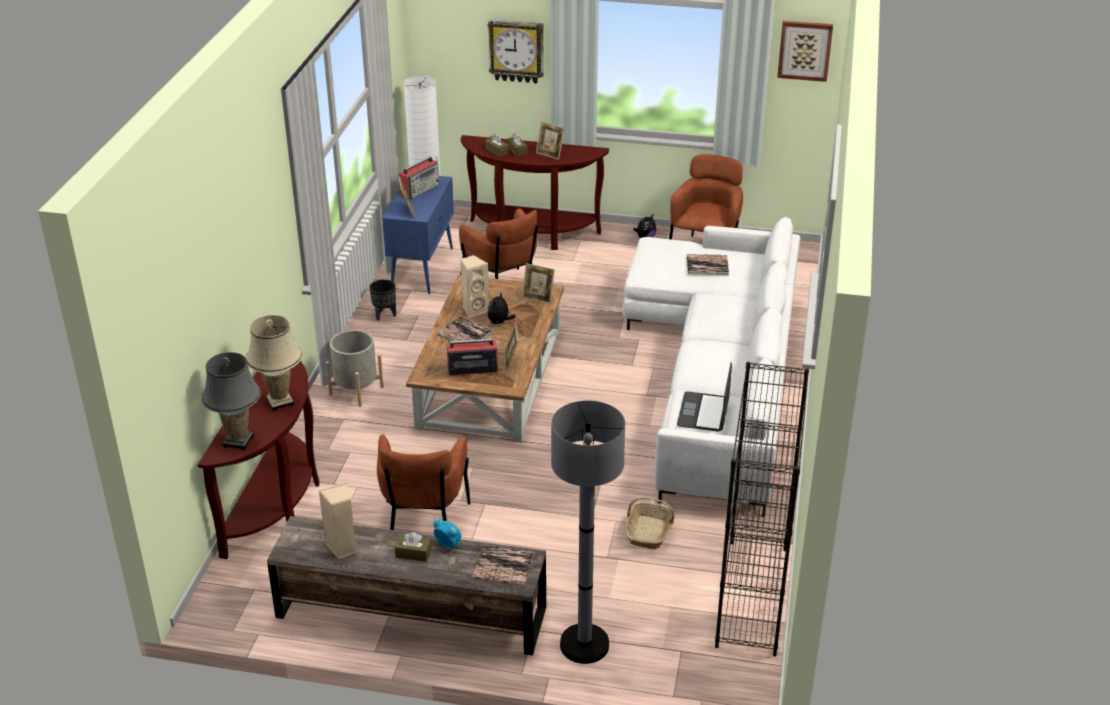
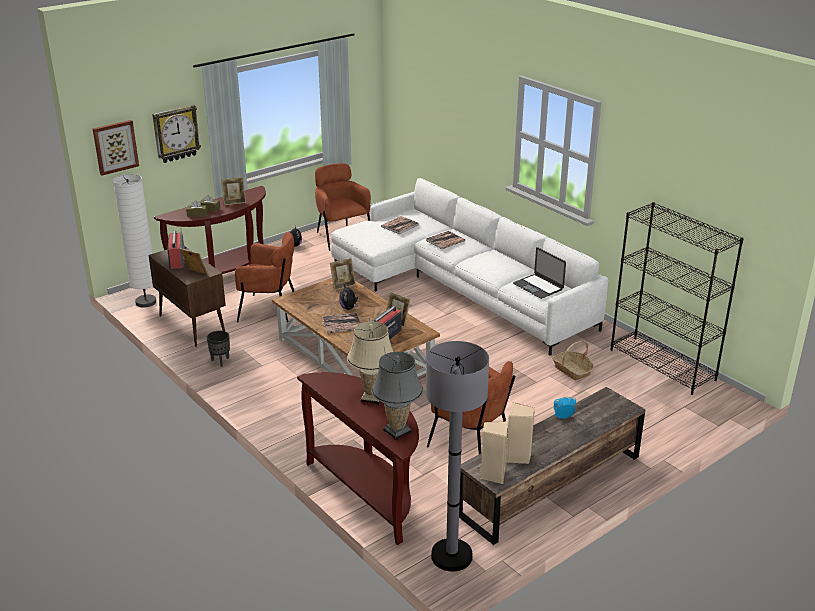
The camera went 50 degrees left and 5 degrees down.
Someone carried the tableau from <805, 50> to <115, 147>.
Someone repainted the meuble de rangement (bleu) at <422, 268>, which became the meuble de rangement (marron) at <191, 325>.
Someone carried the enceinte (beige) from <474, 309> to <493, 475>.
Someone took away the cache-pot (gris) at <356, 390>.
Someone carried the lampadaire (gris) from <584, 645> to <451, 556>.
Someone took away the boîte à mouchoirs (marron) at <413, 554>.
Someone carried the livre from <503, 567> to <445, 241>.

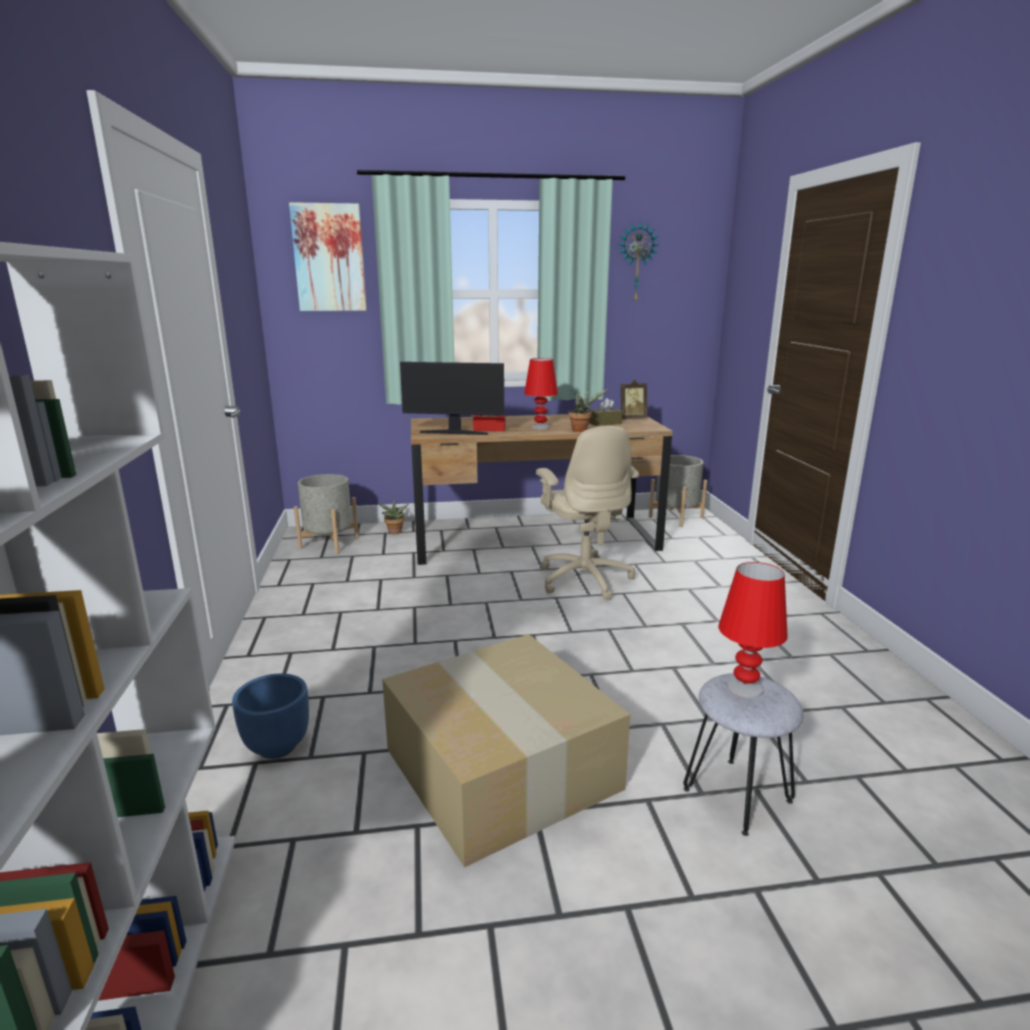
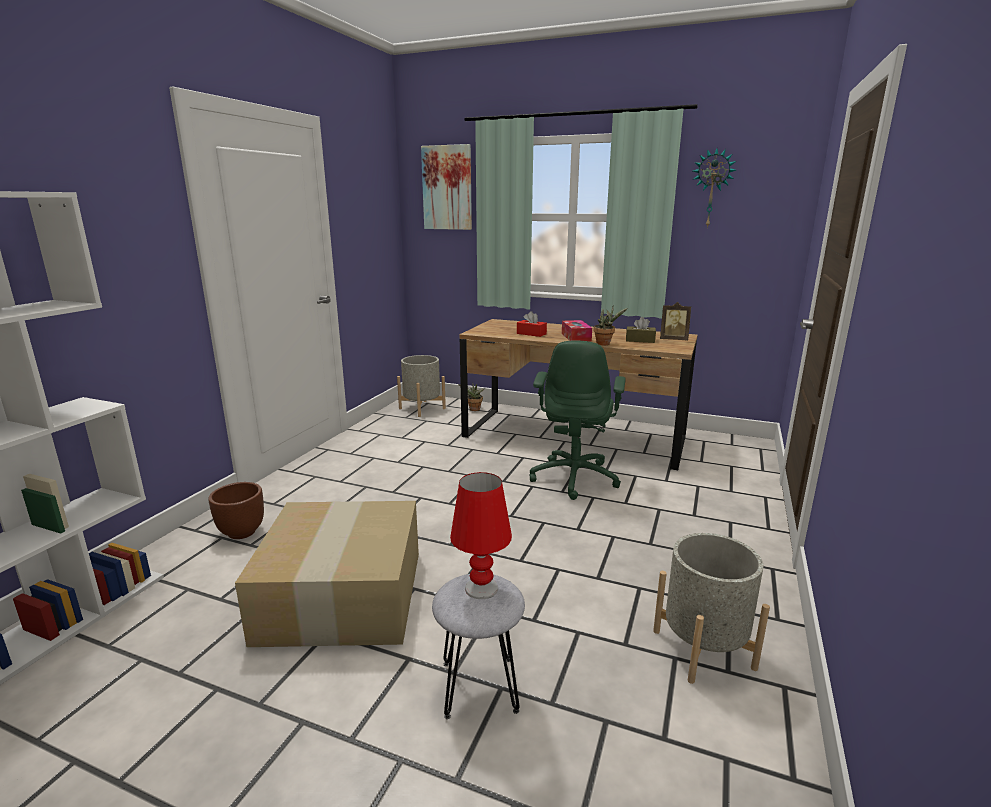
The camera went 30 degrees right and 0 degrees up.
Someone swapped the lampe de table (rouge) at <540, 427> for the boîte à mouchoirs at <576, 337>.
Someone took away the écran d'ordinateur at <454, 432>.
Someone repainted the chaise de bureau (beige) at <584, 579>, which became the chaise de bureau (vert) at <575, 477>.
Someone carried the cache-pot (gris) from <676, 517> to <703, 649>.
Someone repainted the cache-pot (bleu) at <277, 746>, which became the cache-pot (marron) at <242, 532>.

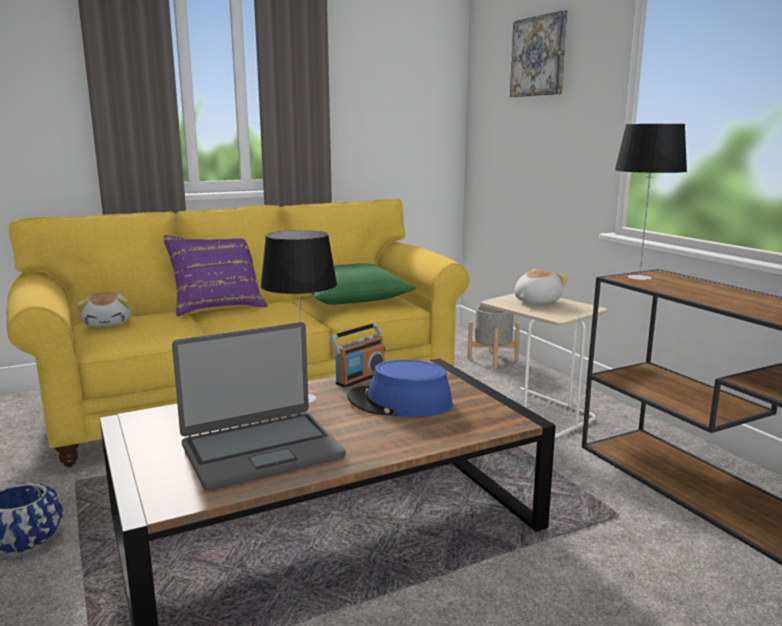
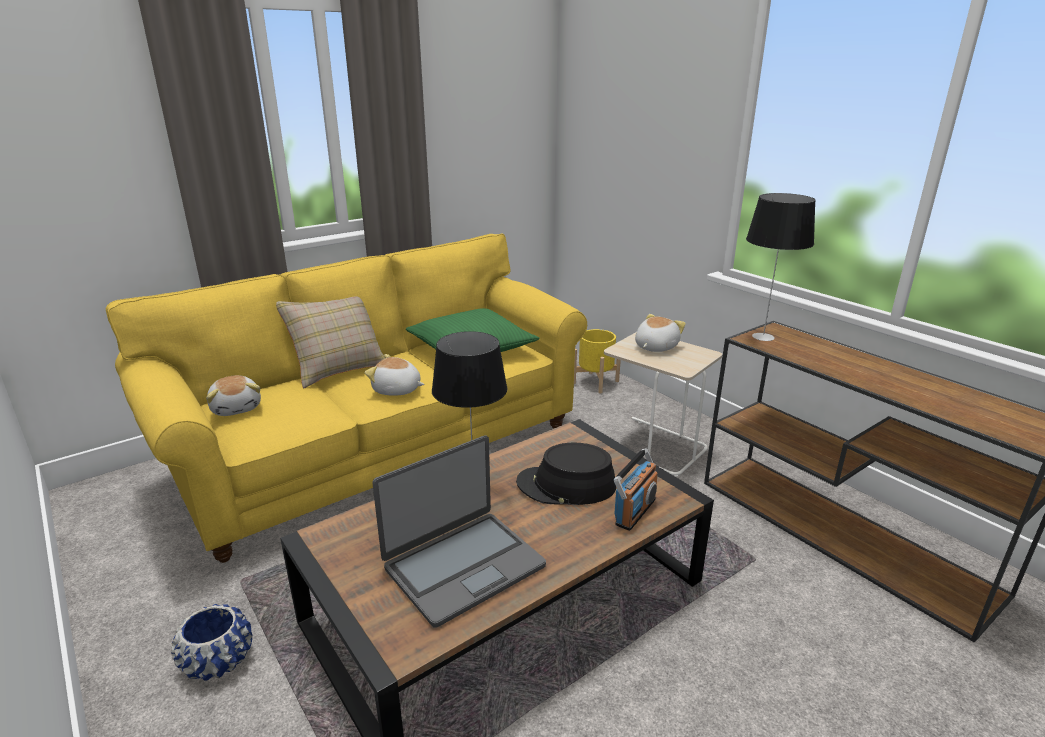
The camera went 10 degrees left and 10 degrees up.
Someone took away the tableau at <539, 56>.
Someone repainted the coussin (violet) at <218, 307>, which became the coussin (beige) at <339, 369>.
Someone repainted the cache-pot (gris) at <492, 359>, which became the cache-pot (jaune) at <595, 382>.
Someone carried the radio from <360, 378> to <634, 511>.
Someone repainted the chapeau (bleu) at <399, 402>, which became the chapeau (noir) at <566, 485>.
Someone put down the peluche at <397, 390>.

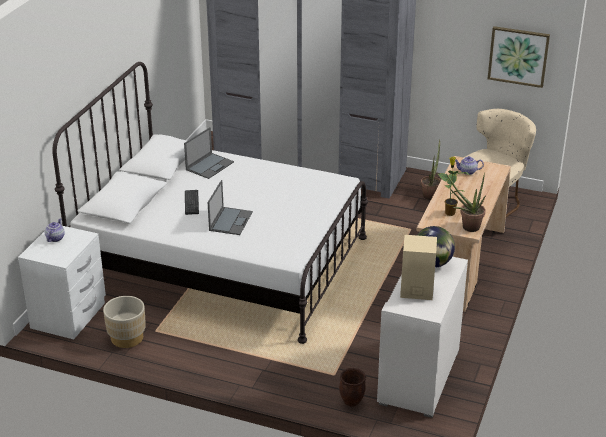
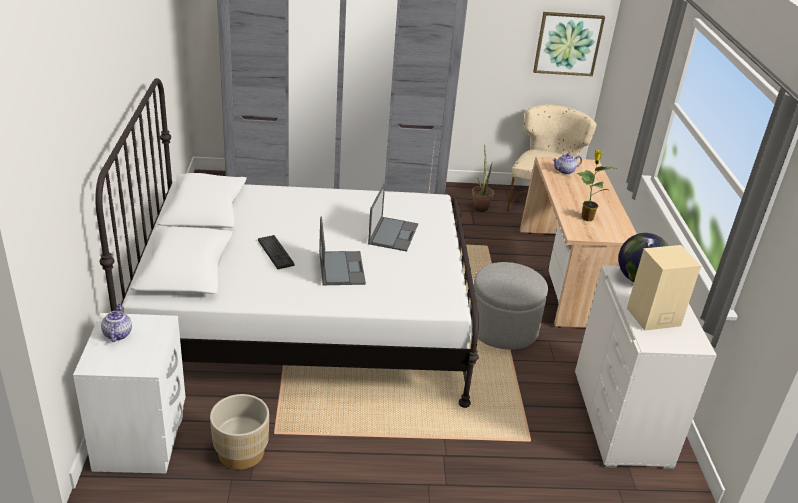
The camera went 25 degrees left and 0 degrees up.
Someone carried the ordinateur portable from <210, 165> to <393, 233>.
Someone took away the plante en pot at <467, 227>.
Someone took away the cache-pot (marron) at <352, 401>.
Someone put down the pouf (gris) at <502, 328>.

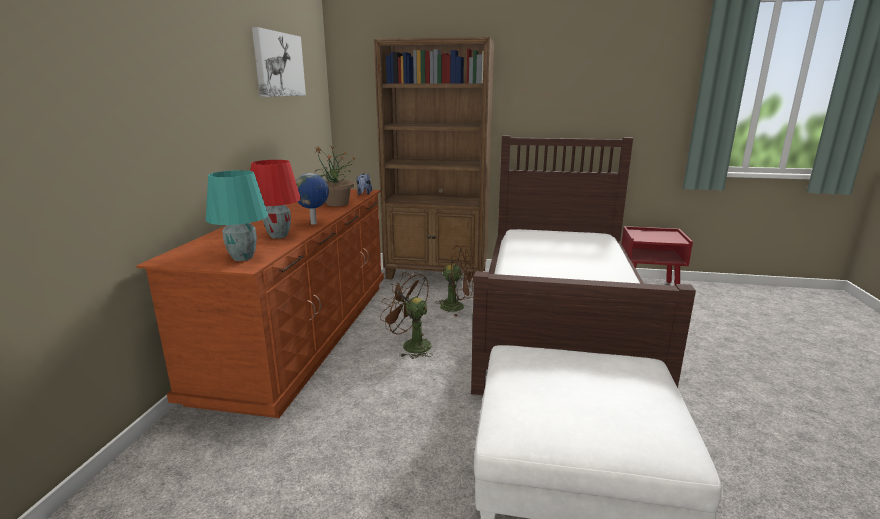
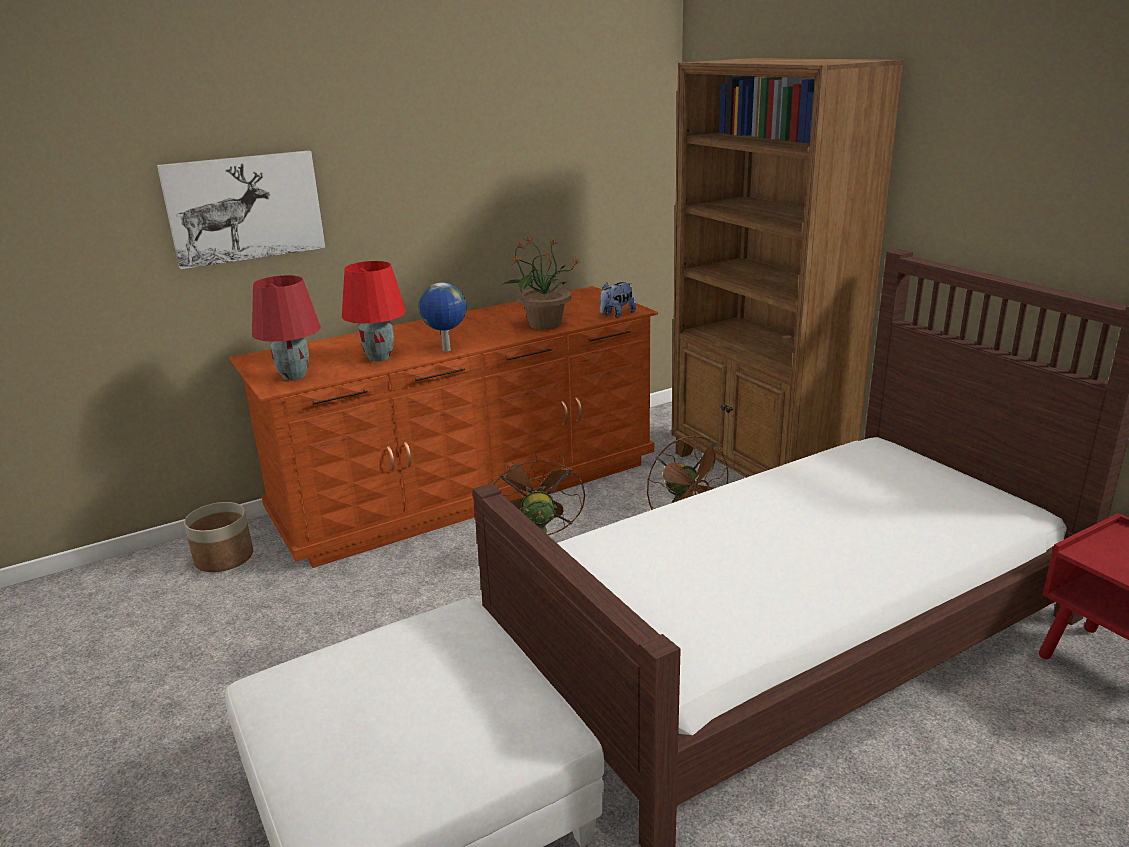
The camera went 50 degrees right and 5 degrees up.
Someone carried the tableau from <278, 64> to <244, 208>.
Someone repainted the lampe de table (turquoise) at <243, 258>, which became the lampe de table (rouge) at <294, 377>.
Someone put down the cache-pot at <224, 558>.

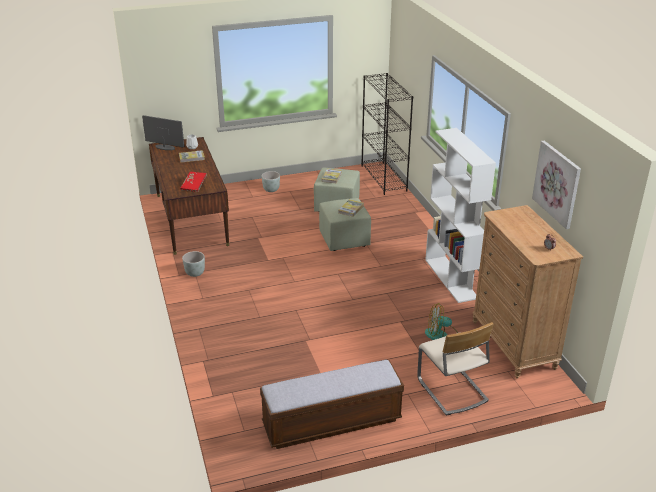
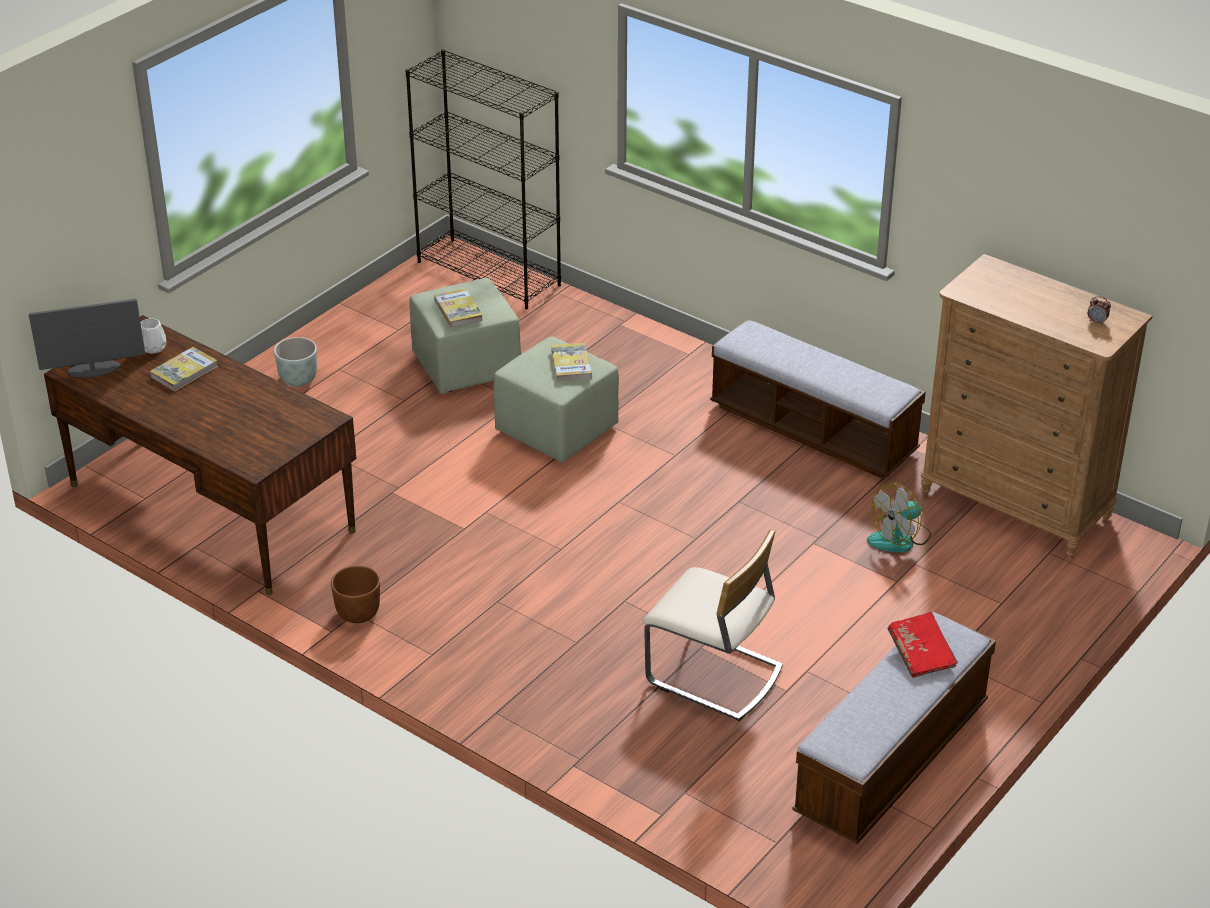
The camera went 35 degrees left and 5 degrees up.
Someone swapped the bibliothèque (blanc) at <451, 279> for the banc at <812, 430>.
Someone took away the tableau at <557, 184>.
Someone carried the livre (rouge) from <194, 186> to <921, 654>.
Someone repainted the cache-pot (gris) at <195, 273>, which became the cache-pot (marron) at <358, 613>.
Someone carried the chaise (beige) from <451, 390> to <713, 676>.

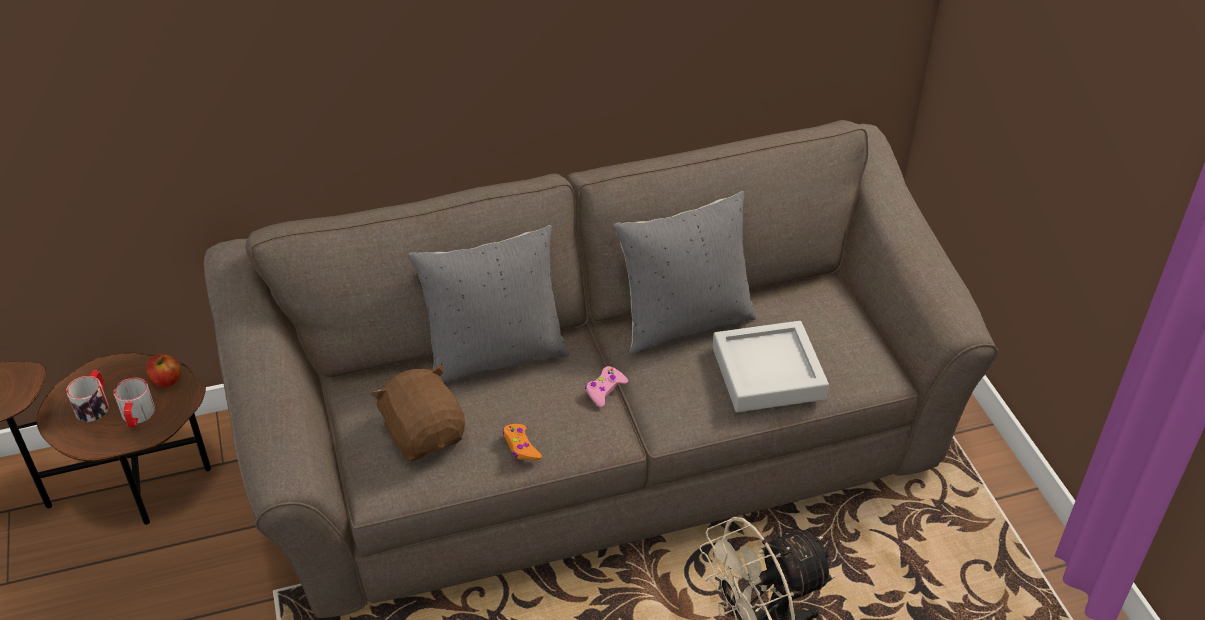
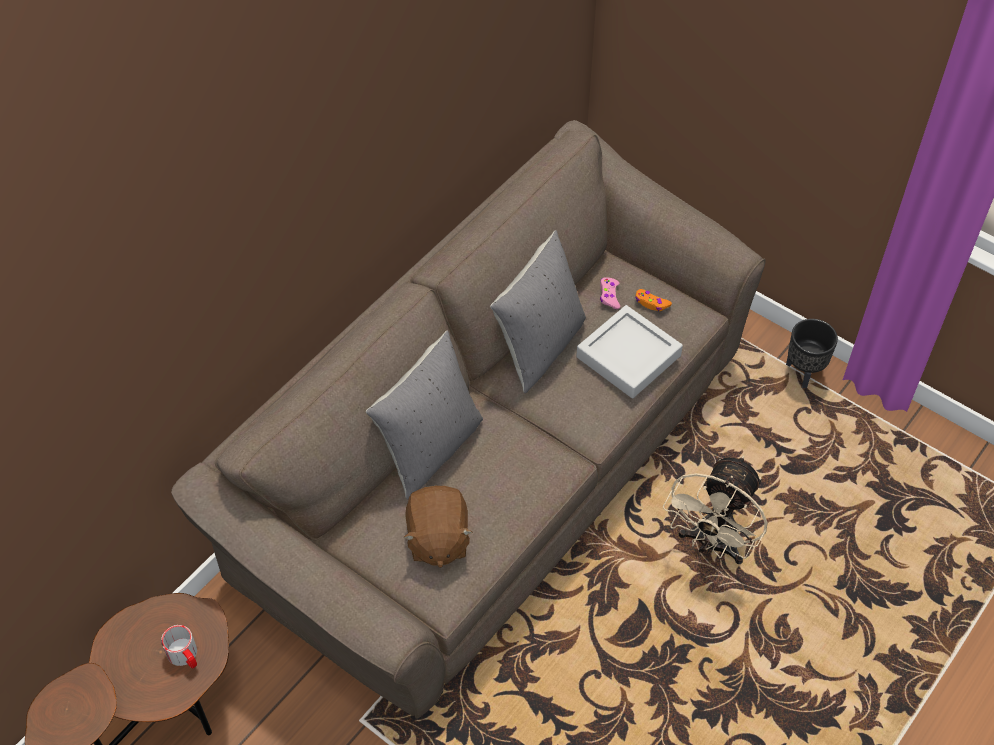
The camera went 35 degrees left and 10 degrees up.
Someone took away the pomme at <166, 380>.
Someone rotated the peluche (marron) at <424, 434> by 120 degrees counterclockwise.
Someone carried the manette (rose) from <605, 390> to <609, 296>.
Someone took away the mug at <94, 404>.
Someone carried the manette (orange) from <521, 447> to <651, 303>.
Someone put down the cache-pot (noir) at <803, 373>.

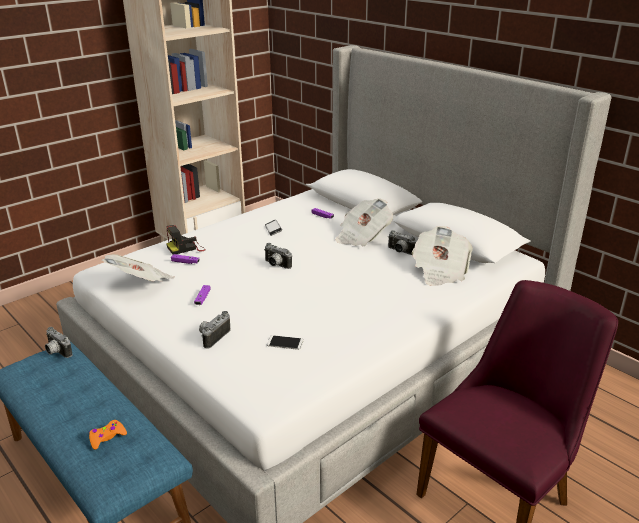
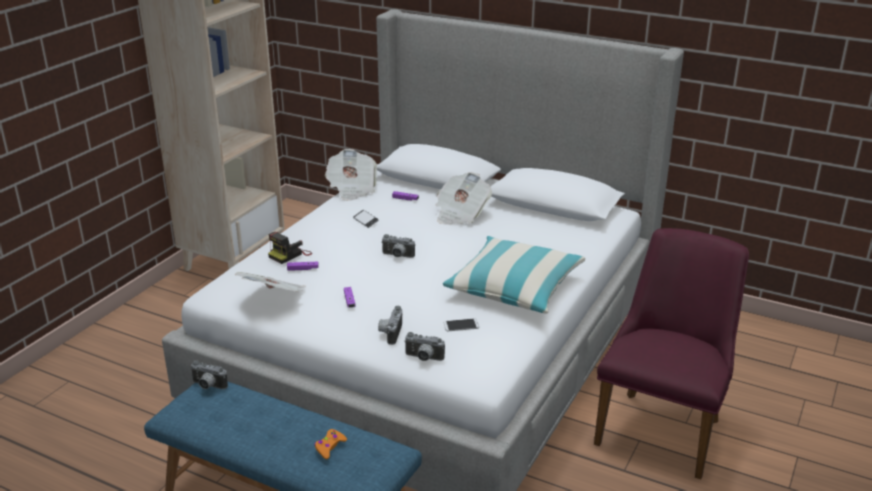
The camera went 20 degrees left and 0 degrees up.
Someone carried the journal from <440, 271> to <352, 189>.
Someone carried the appareil photo from <400, 252> to <423, 358>.
Someone put down the coussin at <514, 287>.

